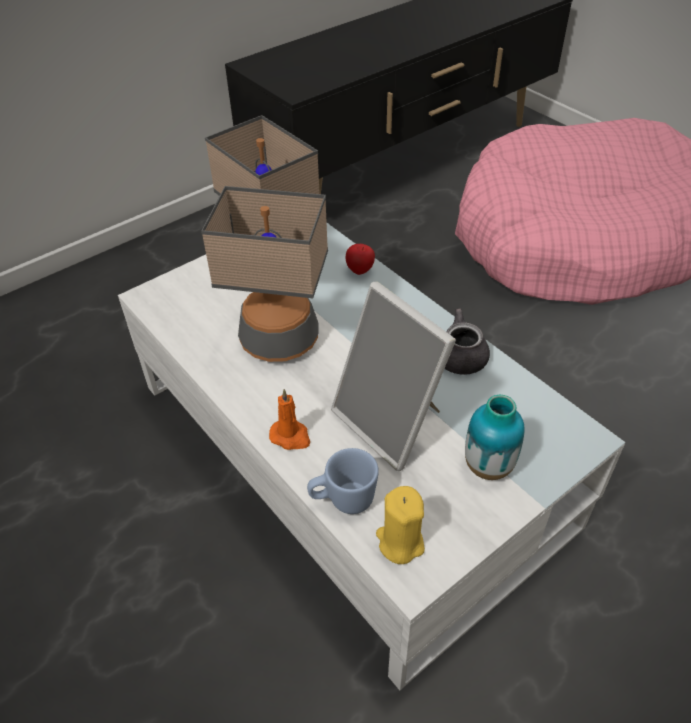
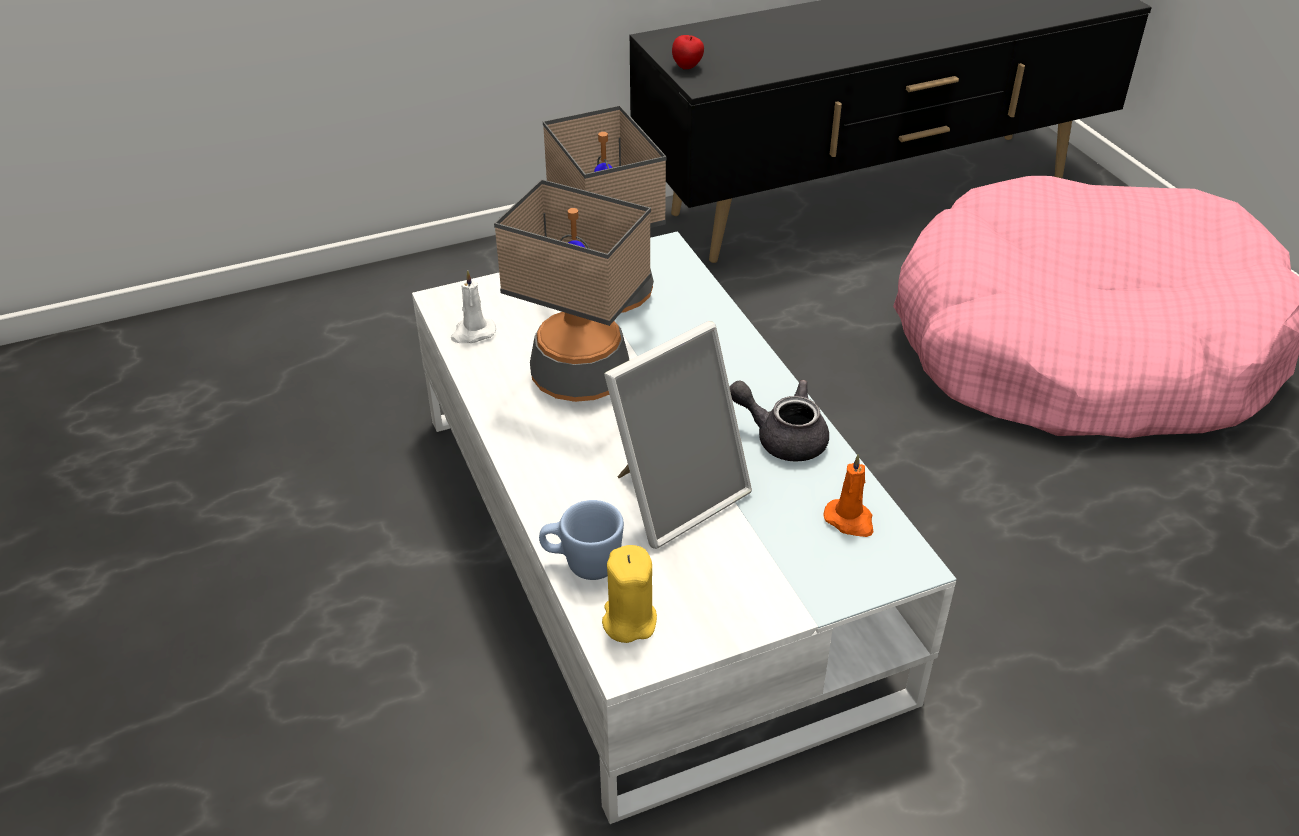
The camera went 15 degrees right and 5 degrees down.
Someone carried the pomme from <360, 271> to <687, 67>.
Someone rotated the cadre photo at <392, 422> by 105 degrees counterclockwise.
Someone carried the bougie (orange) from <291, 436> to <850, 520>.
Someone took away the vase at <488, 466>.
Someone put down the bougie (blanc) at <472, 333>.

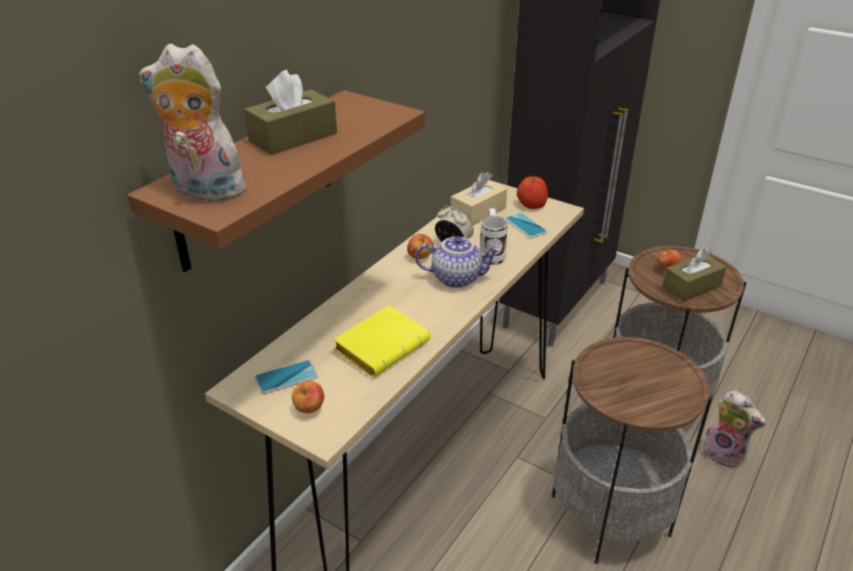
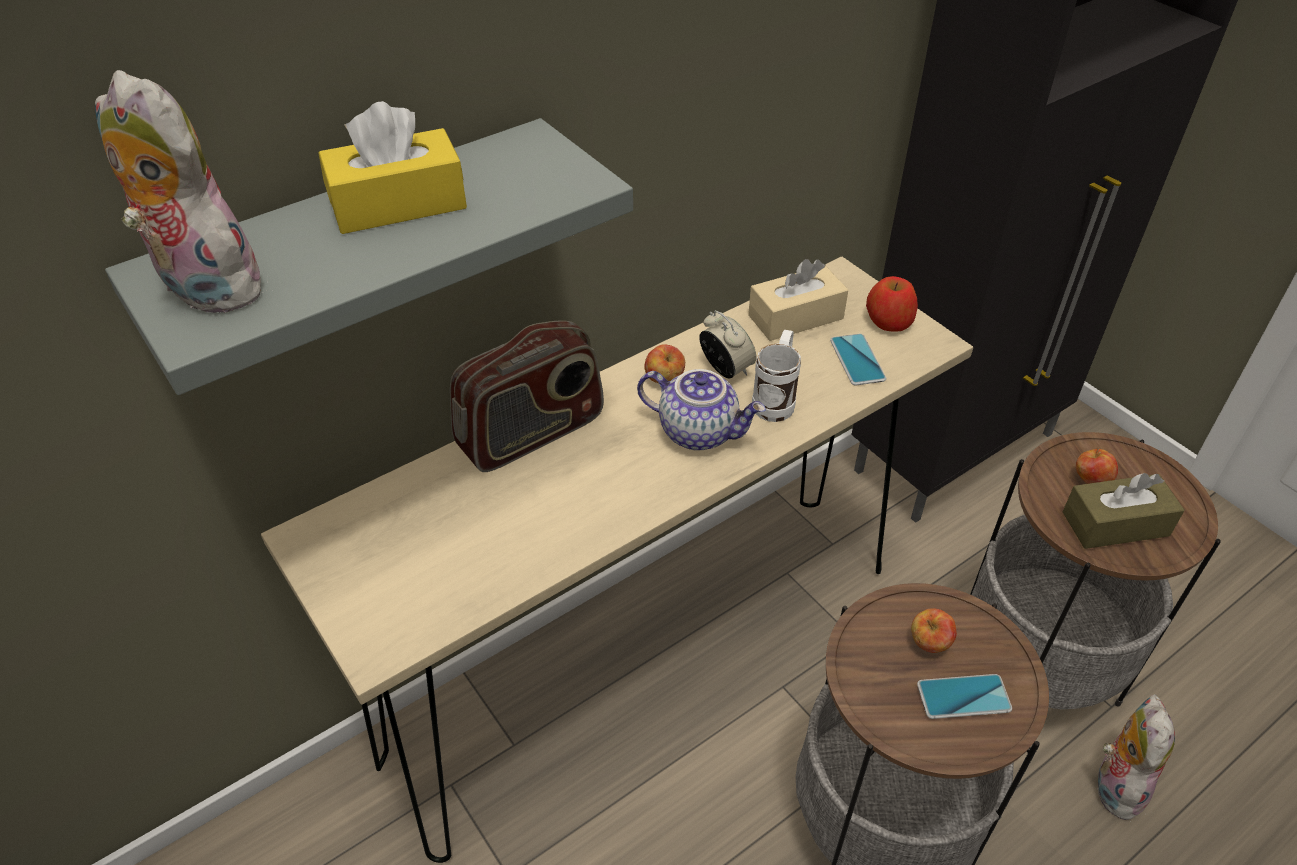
The camera went 20 degrees right and 10 degrees up.
Someone repainted the boîte à mouchoirs (marron) at <293, 137>, which became the boîte à mouchoirs (jaune) at <398, 204>.
Someone repainted the étagère (marron) at <256, 180>, which became the étagère (gris) at <358, 251>.
Someone took away the livre (jaune) at <382, 345>.
Someone carried the téléphone from <286, 377> to <963, 697>.
Someone carried the pomme from <310, 409> to <929, 643>.
Someone rotated the peluche at <724, 453> by 135 degrees counterclockwise.
Someone put down the radio at <531, 434>.

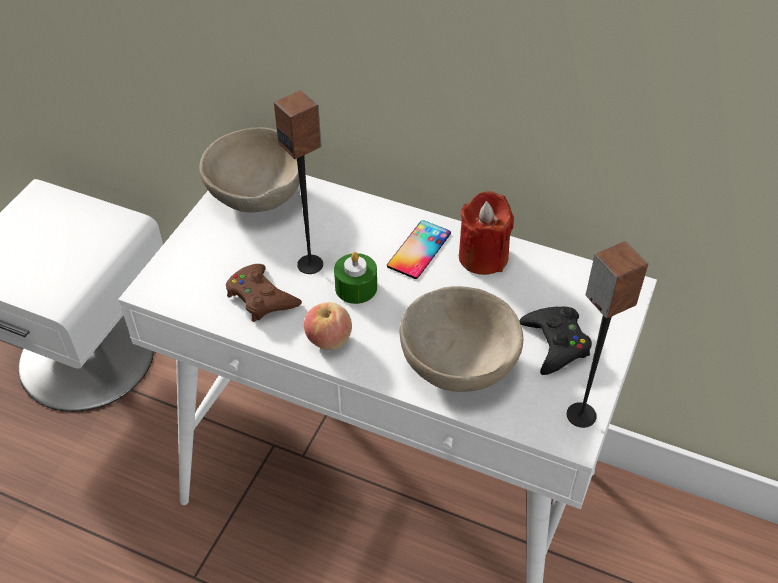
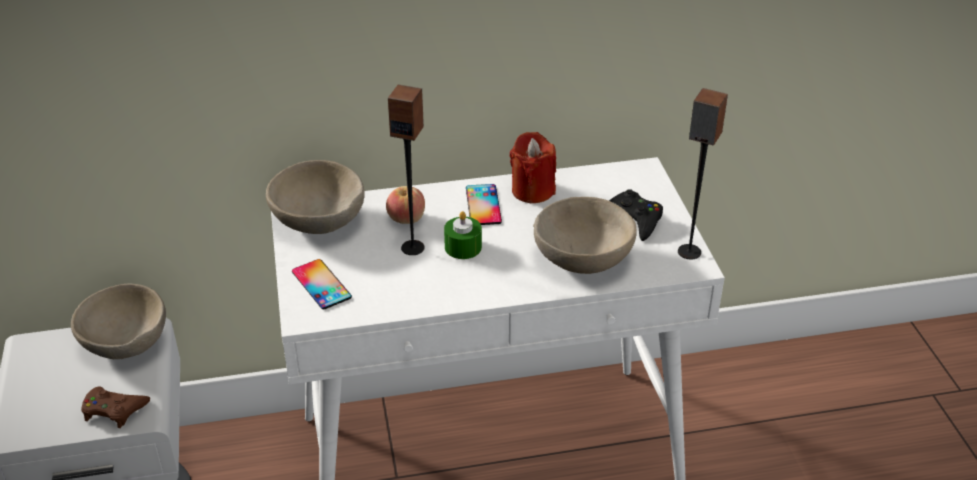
The camera went 35 degrees left and 10 degrees down.
Someone carried the manette (marron) from <261, 297> to <114, 410>.
Someone carried the pomme from <328, 339> to <406, 219>.
Someone put down the téléphone at <321, 284>.
Someone put down the bol (beige) at <125, 343>.

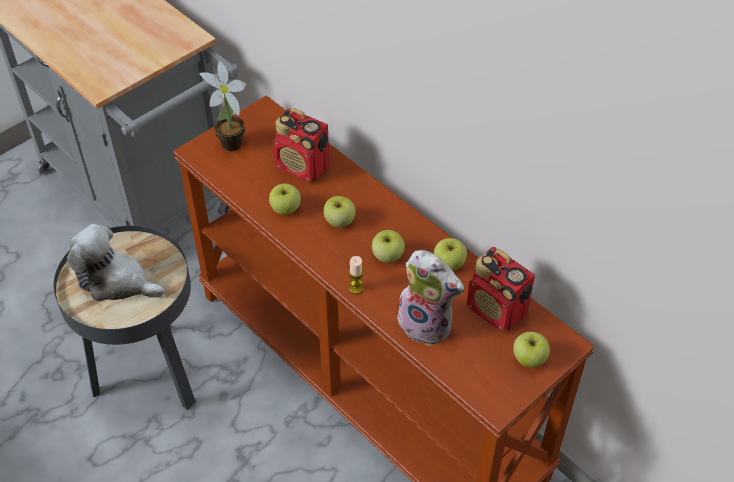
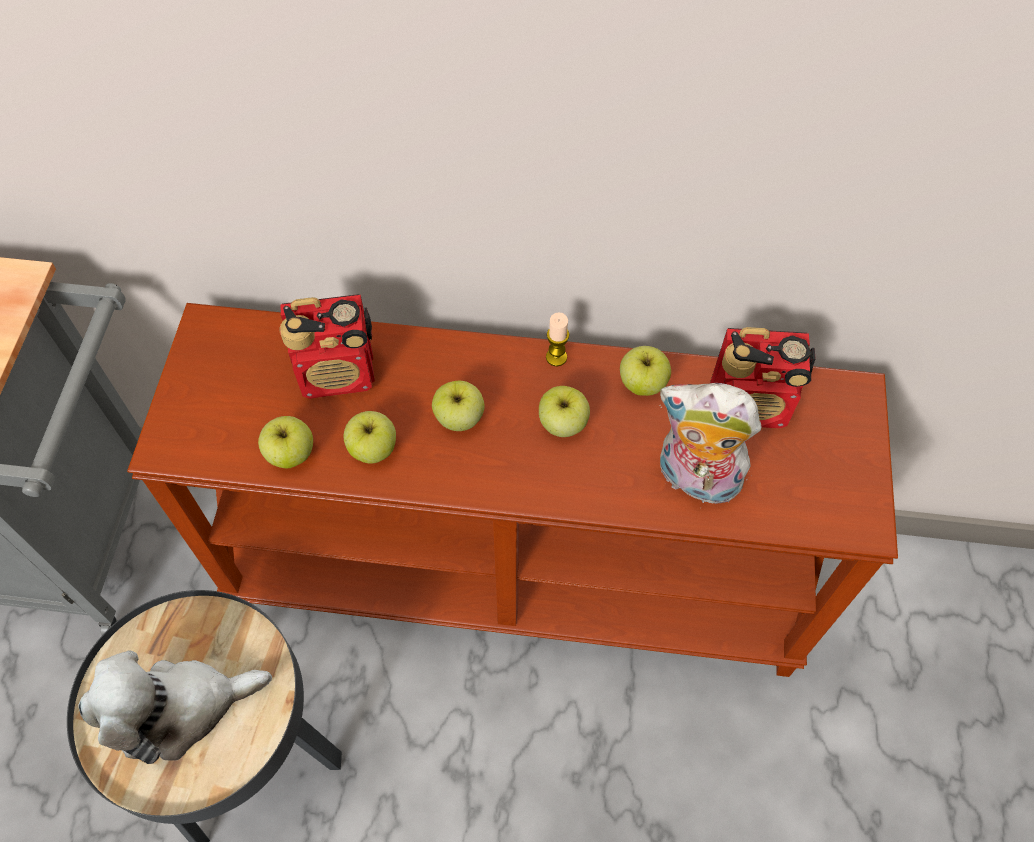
The camera went 40 degrees left and 10 degrees up.
Someone took away the plante en pot at <229, 146>.
Someone rotated the peluche at <428, 324> by 150 degrees counterclockwise.
Someone carried the bougie from <356, 288> to <556, 357>.
Someone carried the pomme from <529, 358> to <290, 453>.

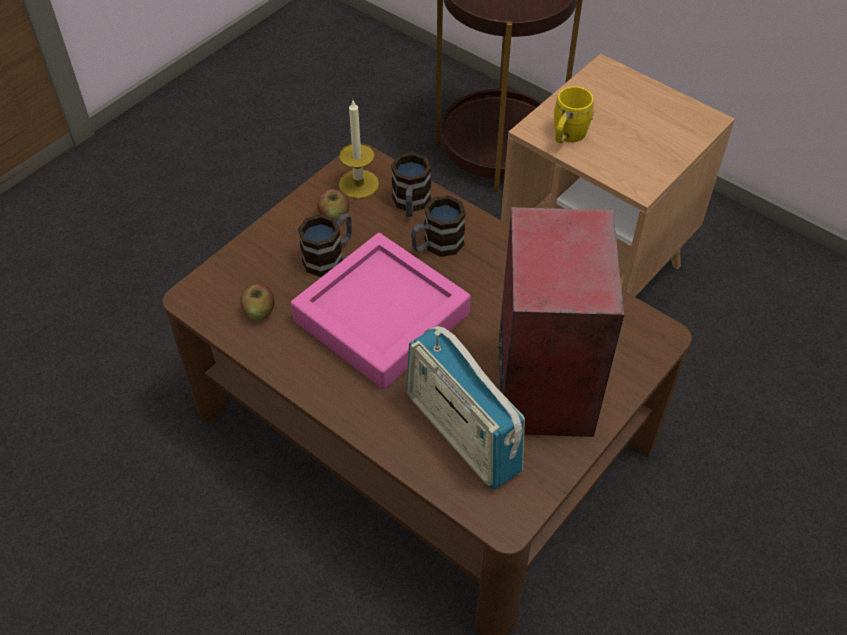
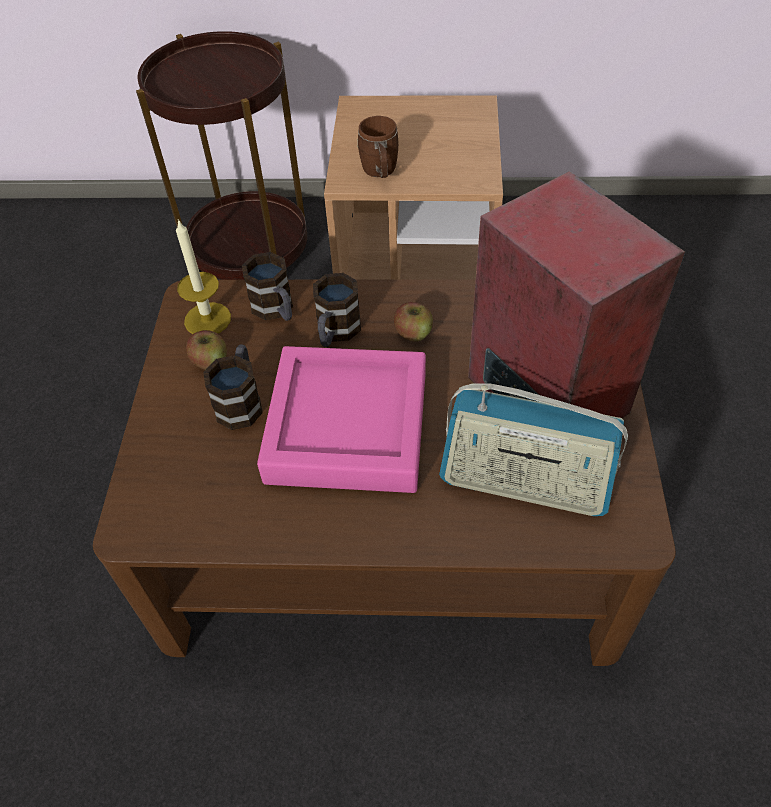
The camera went 35 degrees left and 0 degrees up.
Someone repainted the mug (jaune) at <567, 137>, which became the mug (marron) at <380, 173>.
Someone carried the pomme from <259, 311> to <413, 333>.

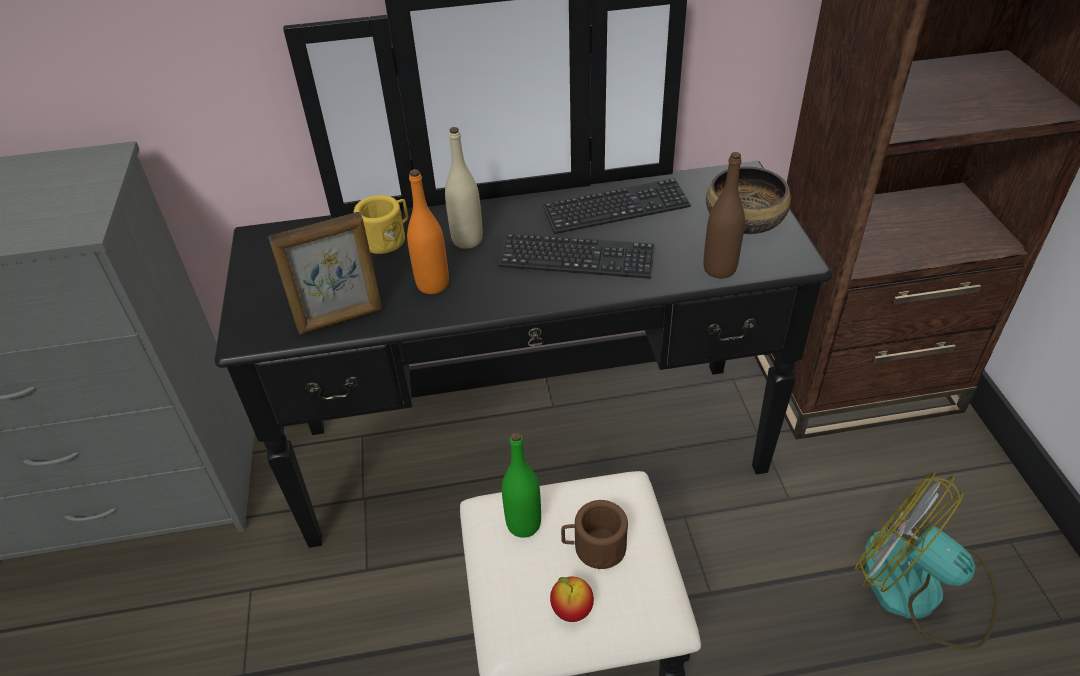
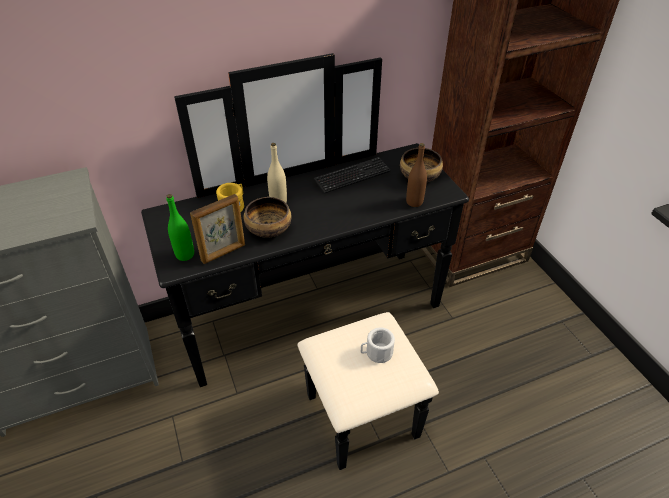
The camera went 15 degrees left and 0 degrees up.
Someone swapped the bouteille (orange) at <433, 284> for the bol at <268, 228>.
Someone took away the clavier at <576, 259>.
Someone carried the bouteille (vert) from <523, 524> to <185, 255>.
Someone took away the ventilateur at <920, 590>.
Someone repainted the mug (marron) at <594, 547>, which became the mug (blanc) at <376, 353>.
Someone took away the pomme at <572, 610>.

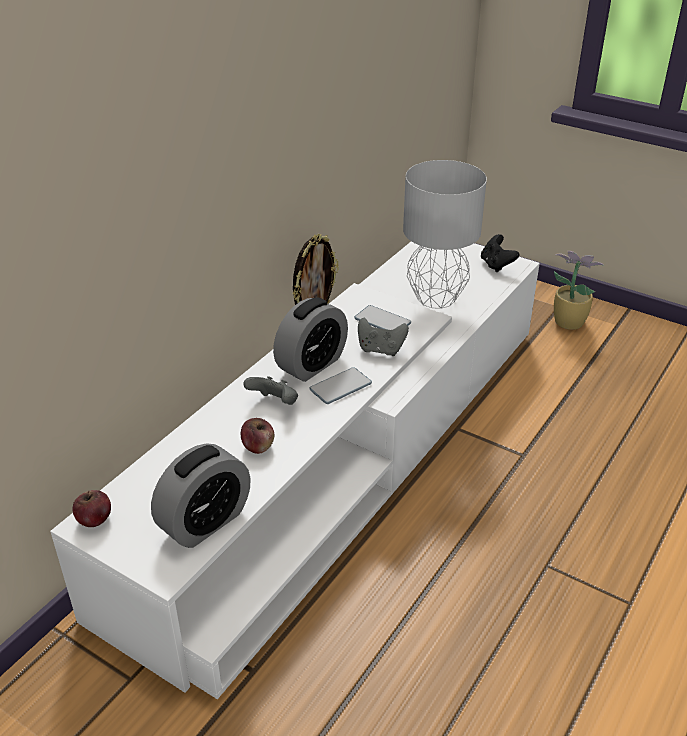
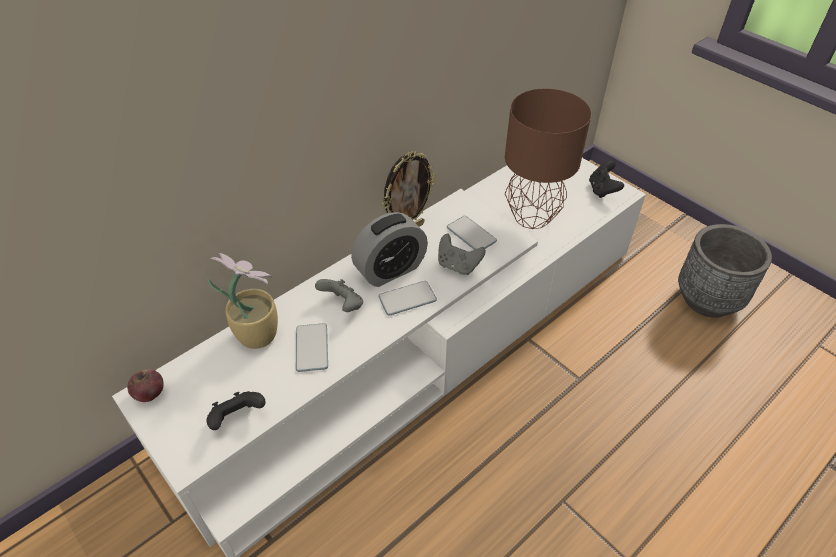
The camera went 15 degrees right and 10 degrees up.
Someone repainted the lampe de table (gris) at <435, 298>, which became the lampe de table (marron) at <530, 217>.
Someone carried the plante en pot from <567, 322> to <257, 333>.
Someone swapped the pomme at <258, 447> for the téléphone at <312, 348>.
Someone swapped the réveil at <205, 522> for the manette (noir) at <238, 418>.
Someone put down the cache-pot (gris) at <707, 299>.

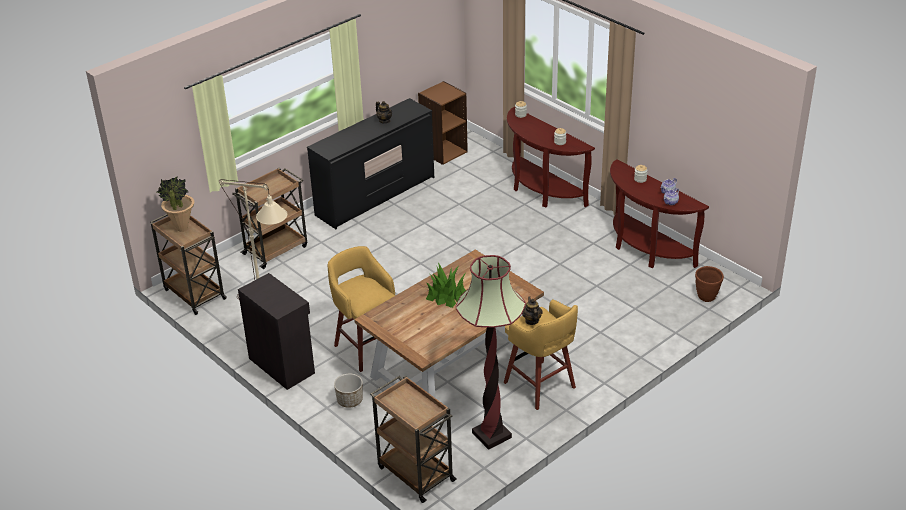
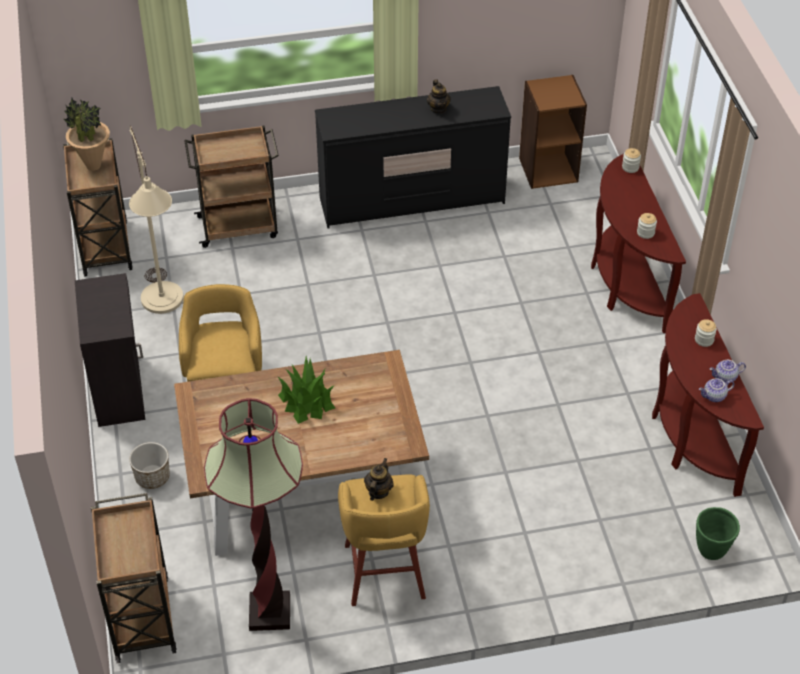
The camera went 30 degrees right and 10 degrees up.
Someone repainted the cache-pot (marron) at <706, 297>, which became the cache-pot (vert) at <711, 551>.

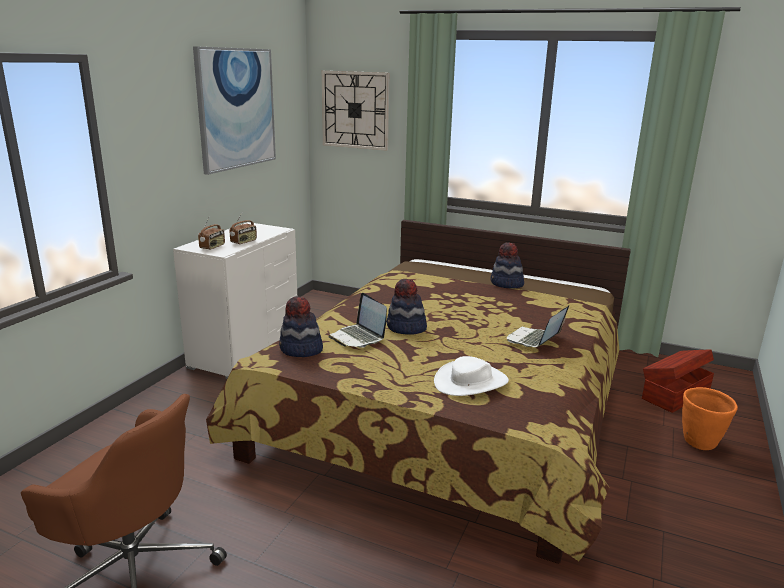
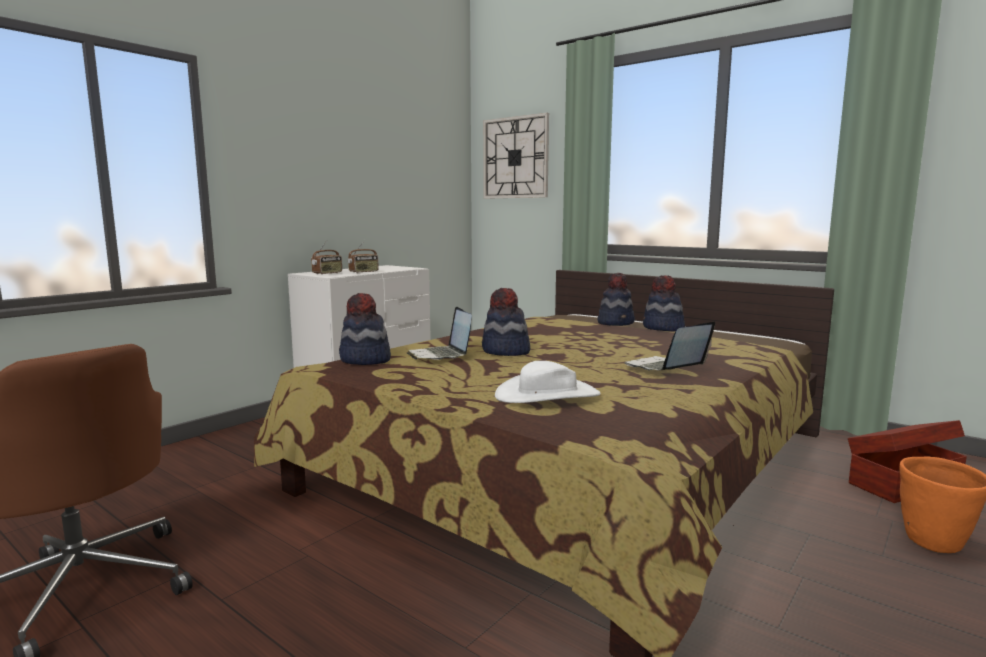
The camera went 15 degrees right and 10 degrees down.
Someone took away the tableau at <236, 108>.
Someone put down the chapeau at <616, 323>.

